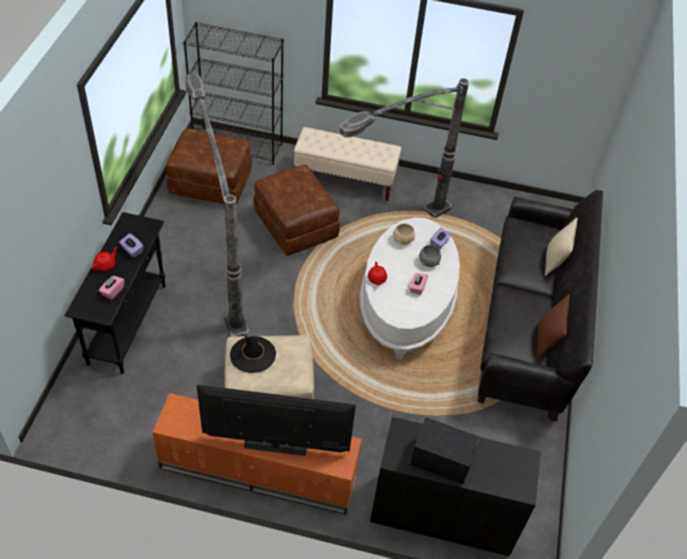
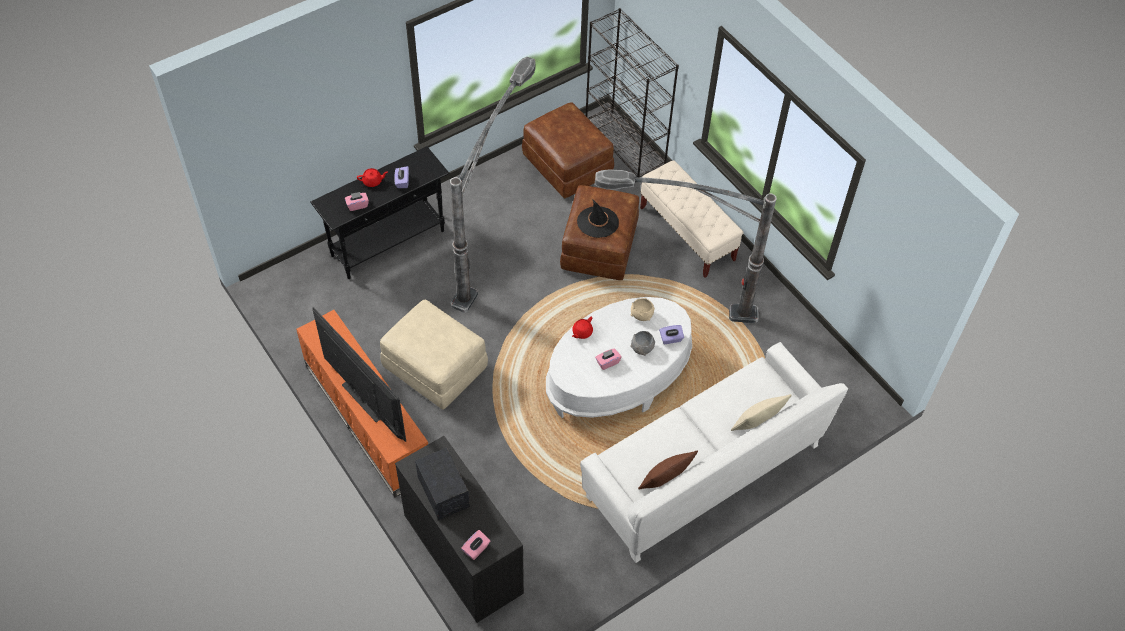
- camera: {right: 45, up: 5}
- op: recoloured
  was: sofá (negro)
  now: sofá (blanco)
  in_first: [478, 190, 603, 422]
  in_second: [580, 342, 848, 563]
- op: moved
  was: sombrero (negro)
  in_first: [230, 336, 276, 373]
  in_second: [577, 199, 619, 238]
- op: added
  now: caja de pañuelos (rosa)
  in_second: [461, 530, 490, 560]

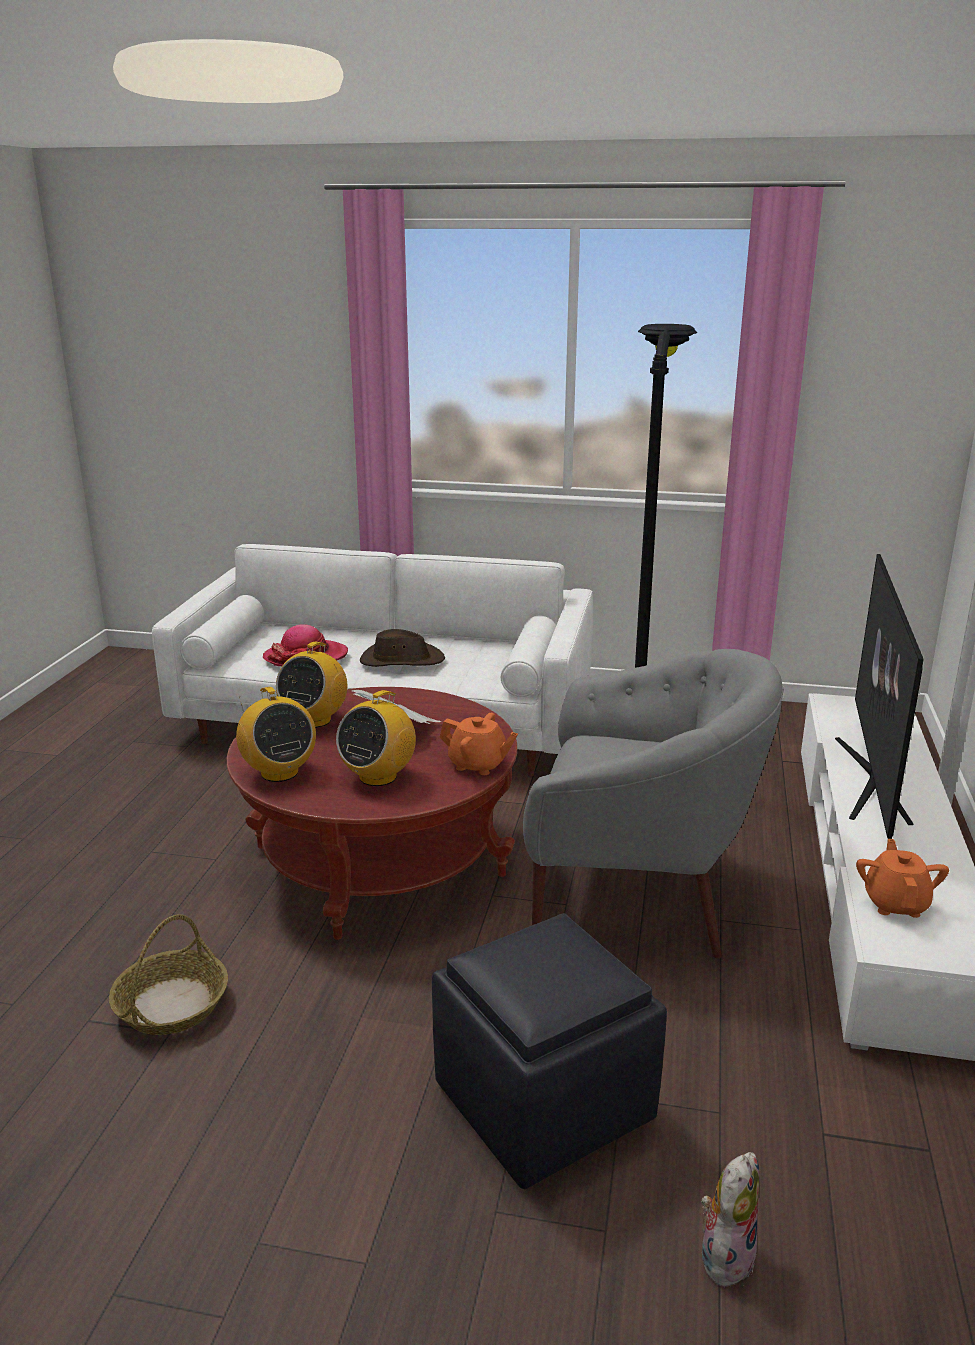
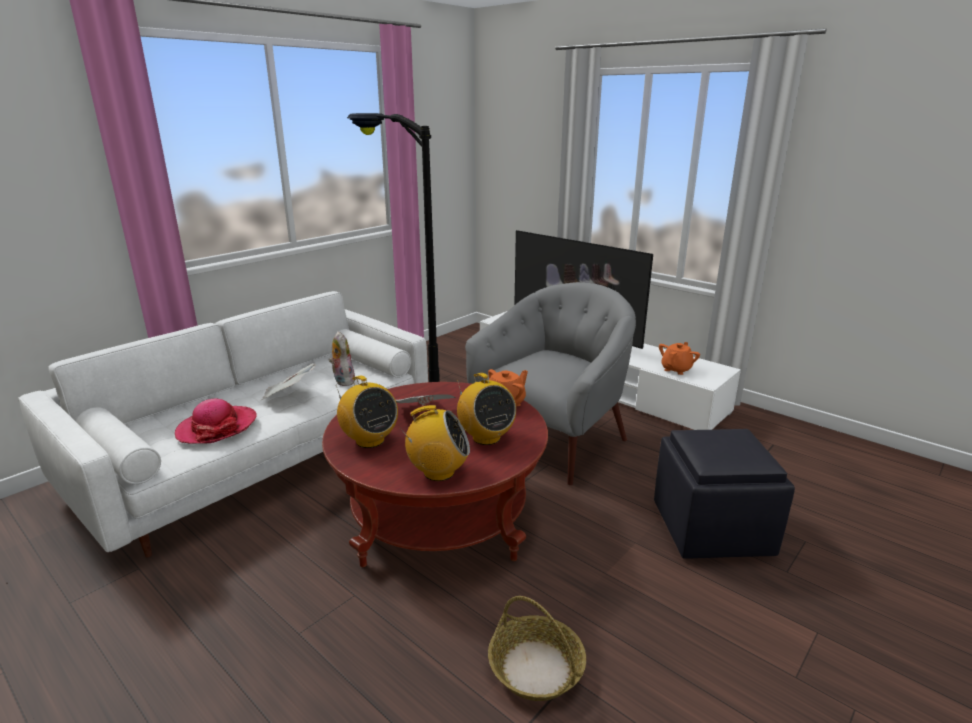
- camera: {right: -60, up: 0}
- op: replaced
  was: sombrero (marrón)
  now: periódico
  in_first: [360, 629, 445, 667]
  in_second: [262, 363, 316, 400]
- op: turned
  was: tetera (naranja)
  in_first: [856, 839, 949, 918]
  in_second: [659, 342, 700, 375]
  clockwise: 90
- op: moved
  was: peluche
  in_first: [701, 1152, 759, 1293]
  in_second: [329, 331, 355, 386]

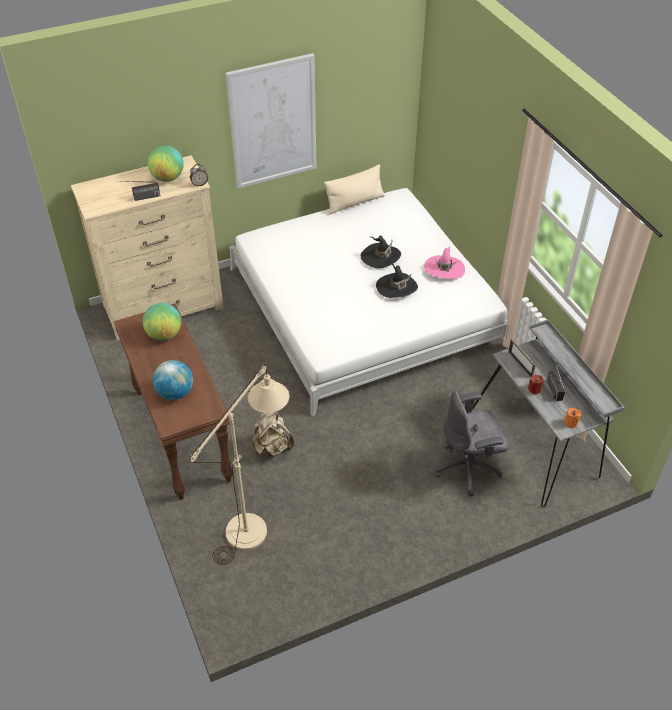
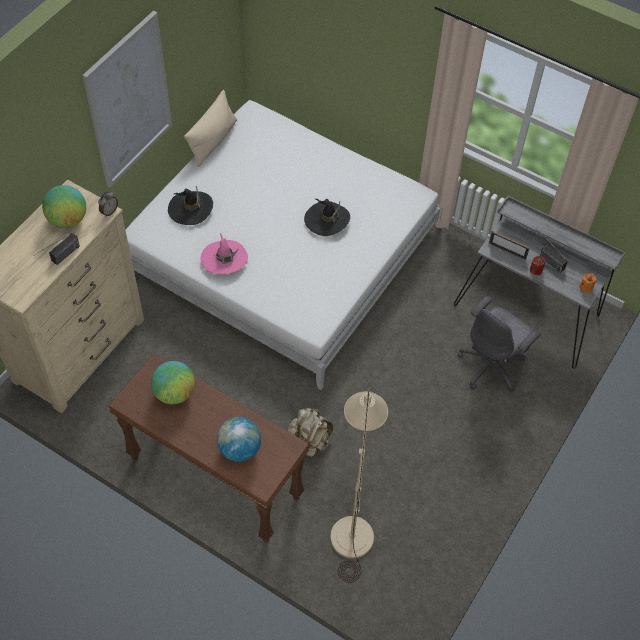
- camera: {right: -35, up: 10}
- op: moved
  was: sombrero (negro)
  in_first: [361, 235, 401, 269]
  in_second: [168, 186, 213, 225]
- op: moved
  was: sombrero (rosa)
  in_first: [424, 245, 465, 279]
  in_second: [201, 233, 248, 274]

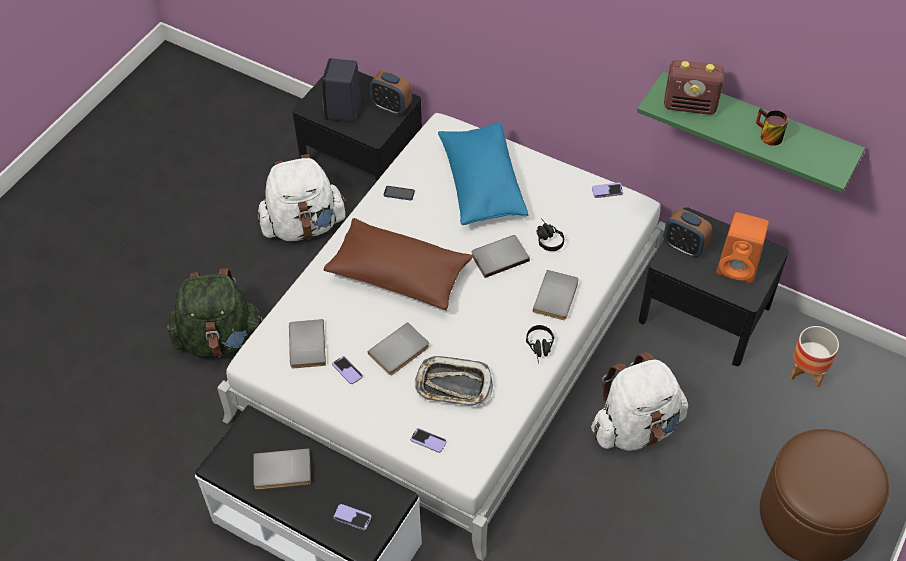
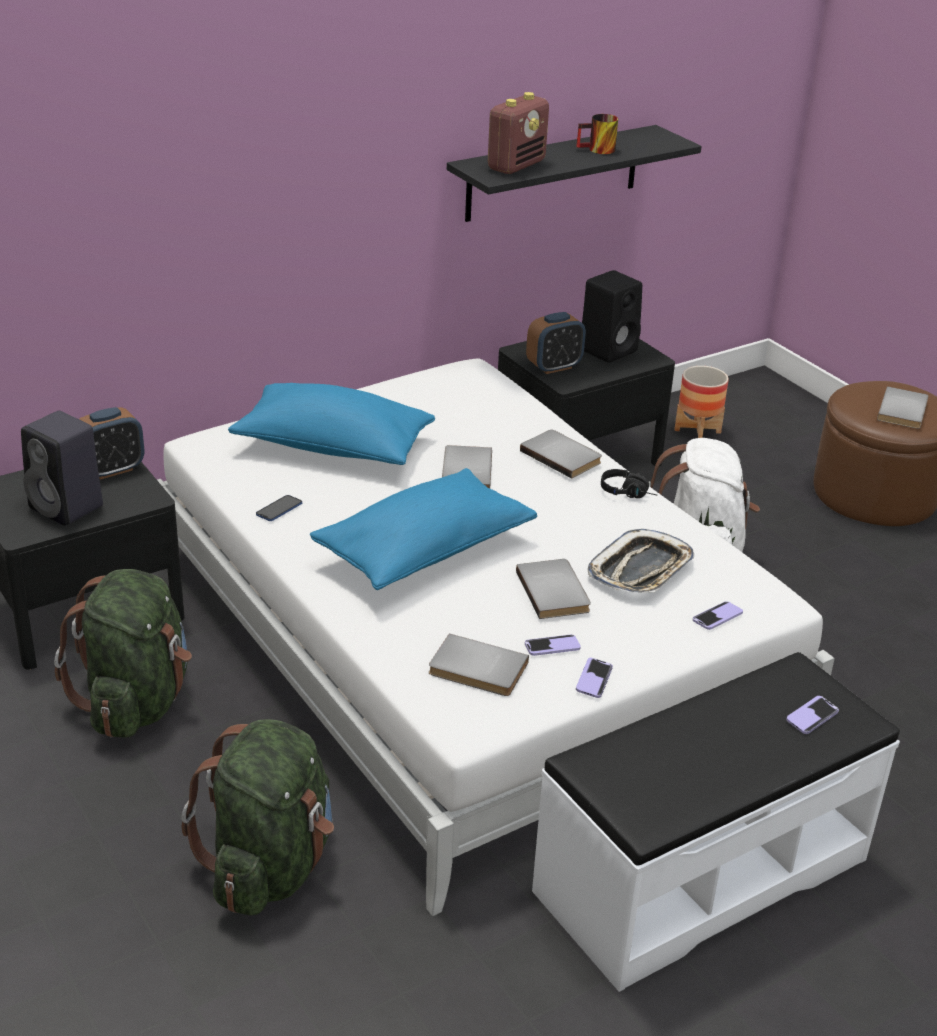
- camera: {right: -65, up: -20}
- op: recoloured
  was: estante (verde)
  now: estante (negro)
  in_first: [637, 71, 865, 193]
  in_second: [447, 125, 702, 222]
- op: recoloured
  was: mochila (blanco)
  now: mochila (verde)
  in_first: [257, 154, 347, 241]
  in_second: [54, 569, 192, 738]
- op: moved
  was: móvil
  in_first: [592, 183, 623, 198]
  in_second: [576, 658, 613, 698]
- op: recoloured
  was: altavoz (naranja)
  now: altavoz (negro)
  in_first: [717, 212, 769, 283]
  in_second: [582, 270, 642, 363]
- op: recoloured
  was: cojín (marrón)
  now: cojín (azul)
  in_first: [323, 218, 473, 310]
  in_second: [310, 468, 537, 590]
- op: removed
  was: auriculares (negro)
  in_first: [537, 218, 564, 251]
- op: moved
  was: libro (gris)
  in_first: [253, 448, 311, 489]
  in_second: [877, 387, 928, 429]

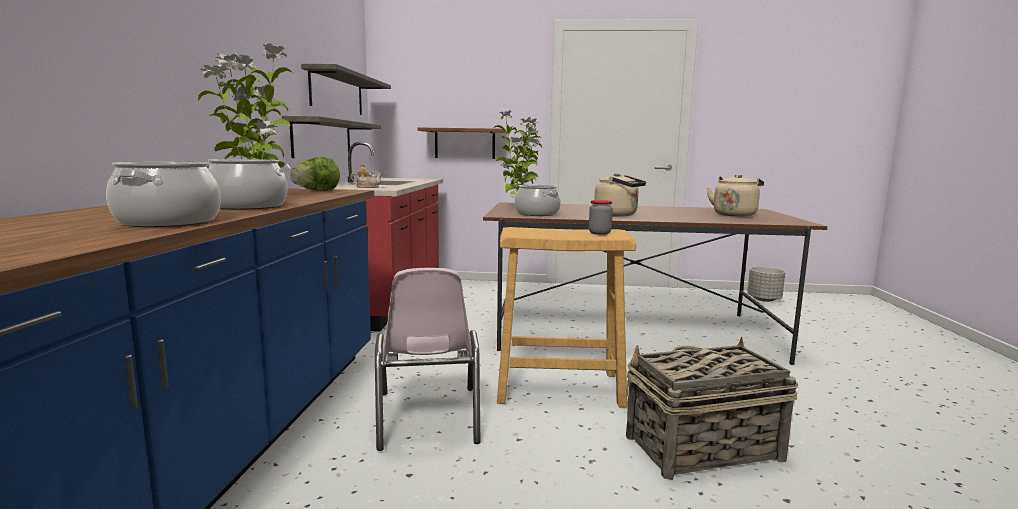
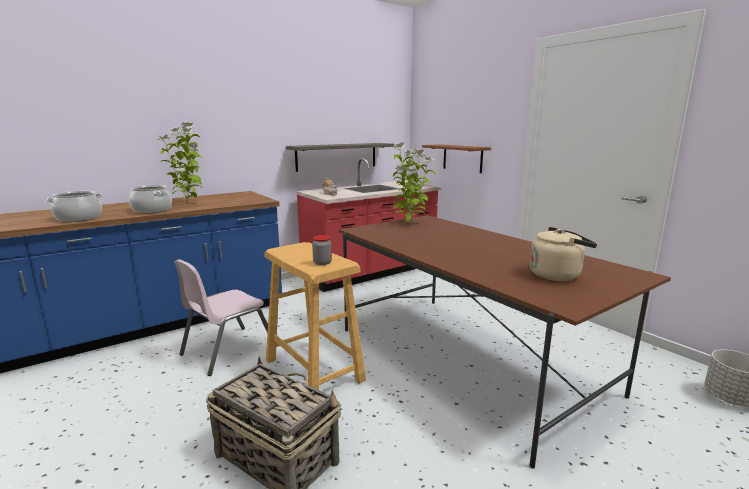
- camera: {right: 50, up: 5}
- op: removed
  was: estante
  in_first: [301, 64, 391, 115]
- op: removed
  was: lechuga
  in_first: [289, 157, 340, 191]
- op: removed
  was: hervidor (beis)
  in_first: [594, 173, 646, 217]
- op: removed
  was: olla
  in_first: [515, 185, 561, 216]

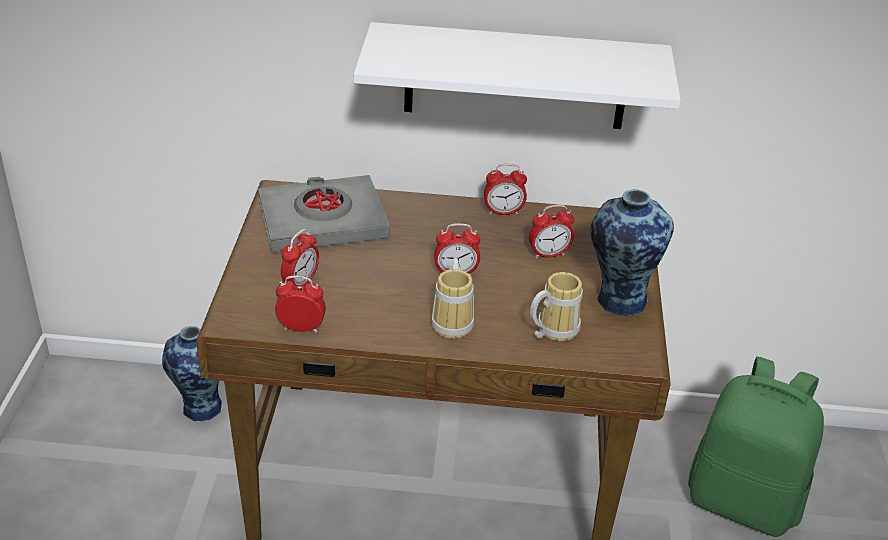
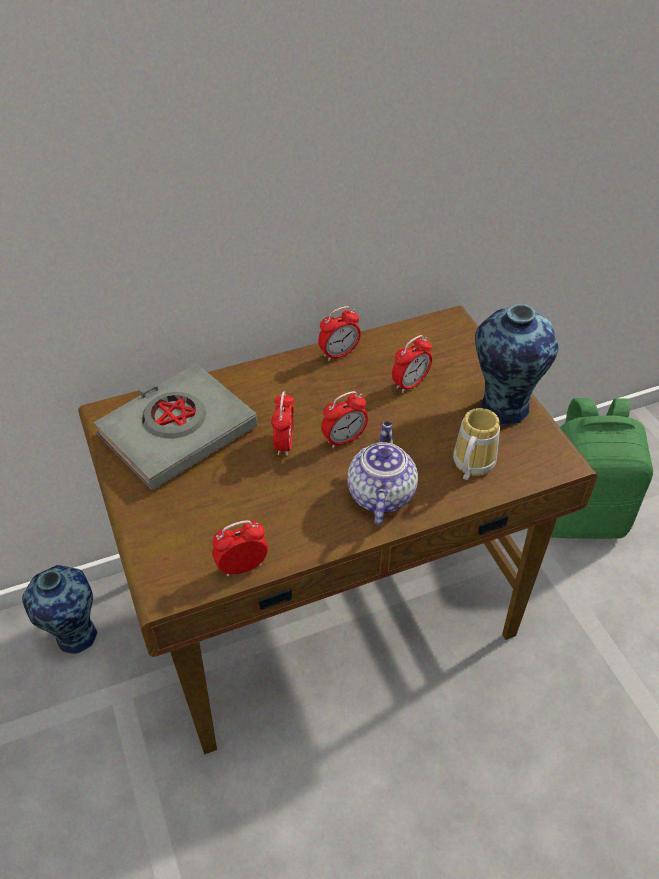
- camera: {right: -25, up: 10}
- op: removed
  was: estante (blanco)
  in_first: [354, 22, 681, 129]
- op: moved
  was: despertador
  in_first: [281, 229, 319, 286]
  in_second: [271, 391, 294, 456]
- op: replaced
  was: taza grande
  now: tetera
  in_first: [431, 258, 474, 339]
  in_second: [347, 421, 418, 525]

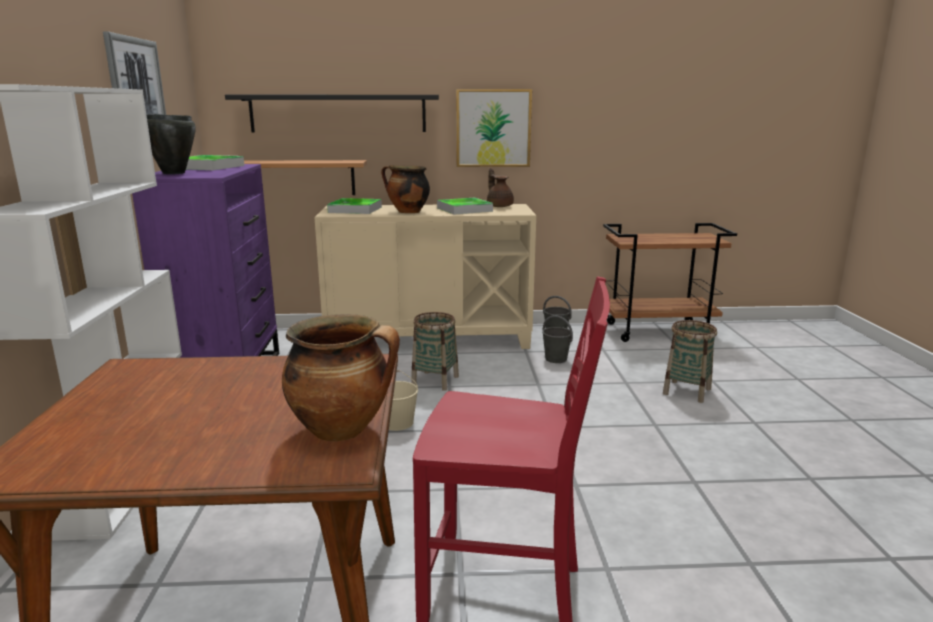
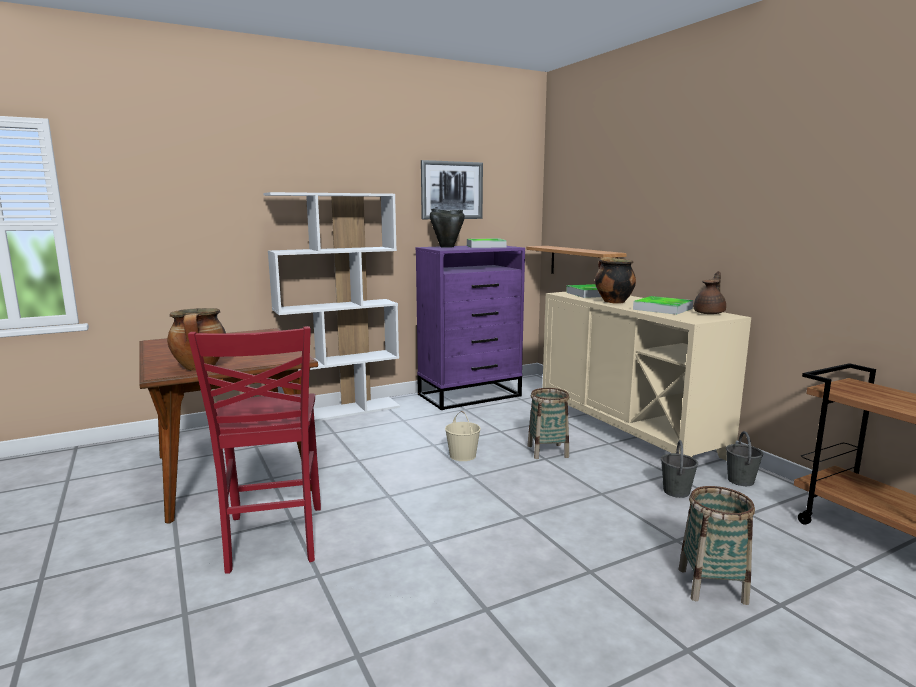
- camera: {right: 65, up: -5}
- op: removed
  was: cuadro
  in_first: [456, 89, 532, 167]
- op: removed
  was: estante (negro)
  in_first: [225, 95, 439, 132]

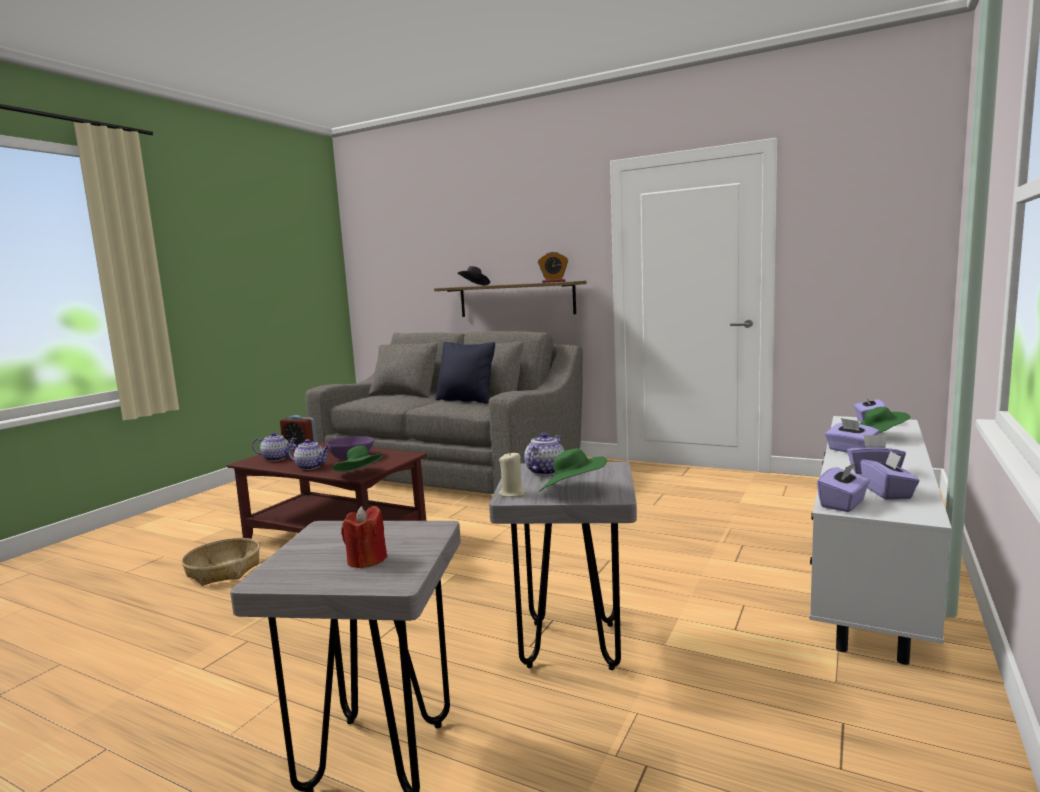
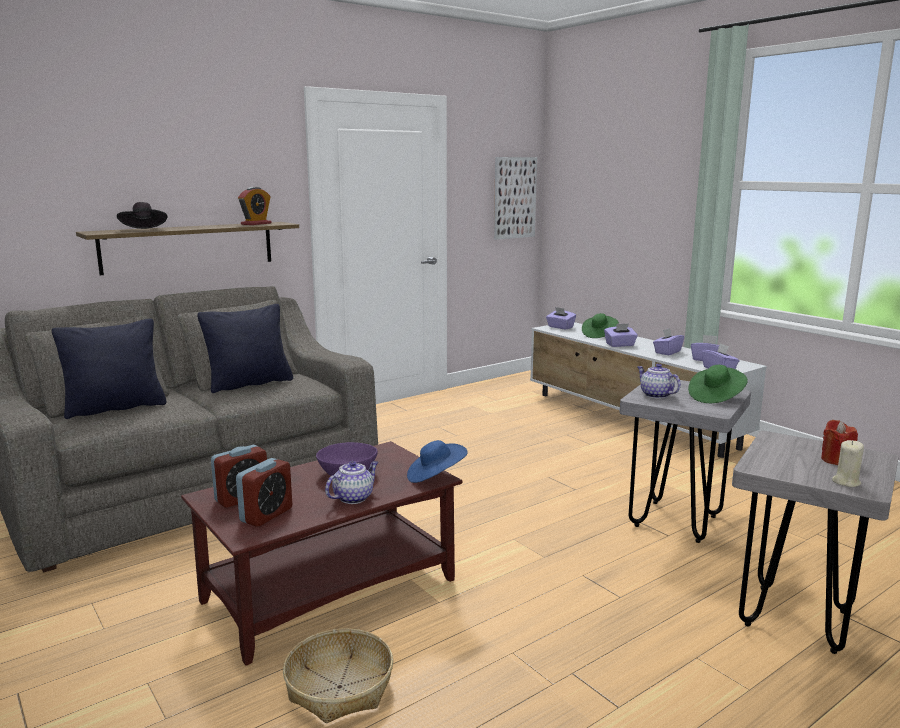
- camera: {right: -65, up: 5}
- op: replaced
  was: tetera
  now: despertador
  in_first: [252, 432, 297, 461]
  in_second: [236, 458, 292, 527]
- op: recoloured
  was: sombrero (verde)
  now: sombrero (azul)
  in_first: [332, 446, 384, 472]
  in_second: [407, 440, 468, 483]
- op: moved
  was: vela (beis)
  in_first: [499, 451, 527, 497]
  in_second: [832, 440, 864, 487]
- op: added
  now: cuadro
  in_second: [494, 157, 537, 240]
- op: added
  now: cojín (negro)
  in_second: [52, 318, 167, 419]

